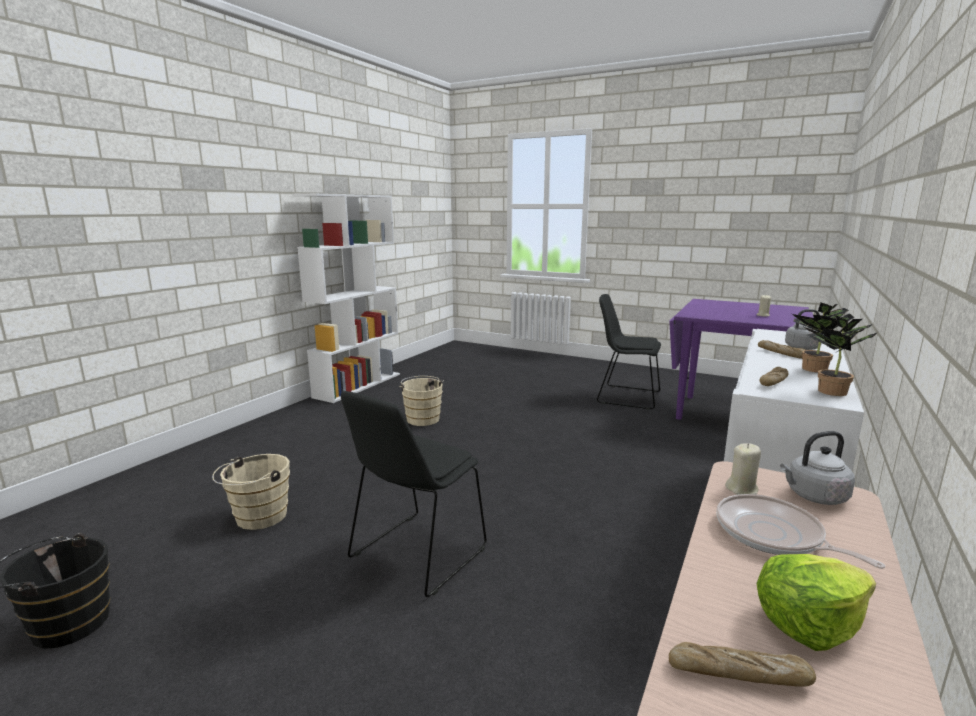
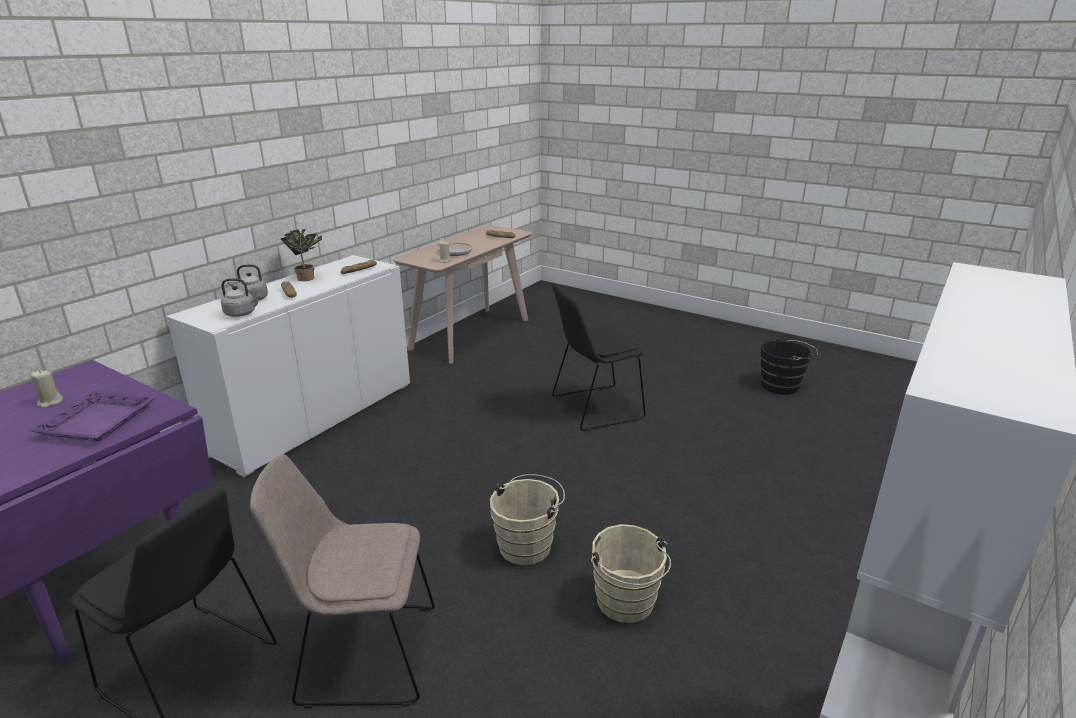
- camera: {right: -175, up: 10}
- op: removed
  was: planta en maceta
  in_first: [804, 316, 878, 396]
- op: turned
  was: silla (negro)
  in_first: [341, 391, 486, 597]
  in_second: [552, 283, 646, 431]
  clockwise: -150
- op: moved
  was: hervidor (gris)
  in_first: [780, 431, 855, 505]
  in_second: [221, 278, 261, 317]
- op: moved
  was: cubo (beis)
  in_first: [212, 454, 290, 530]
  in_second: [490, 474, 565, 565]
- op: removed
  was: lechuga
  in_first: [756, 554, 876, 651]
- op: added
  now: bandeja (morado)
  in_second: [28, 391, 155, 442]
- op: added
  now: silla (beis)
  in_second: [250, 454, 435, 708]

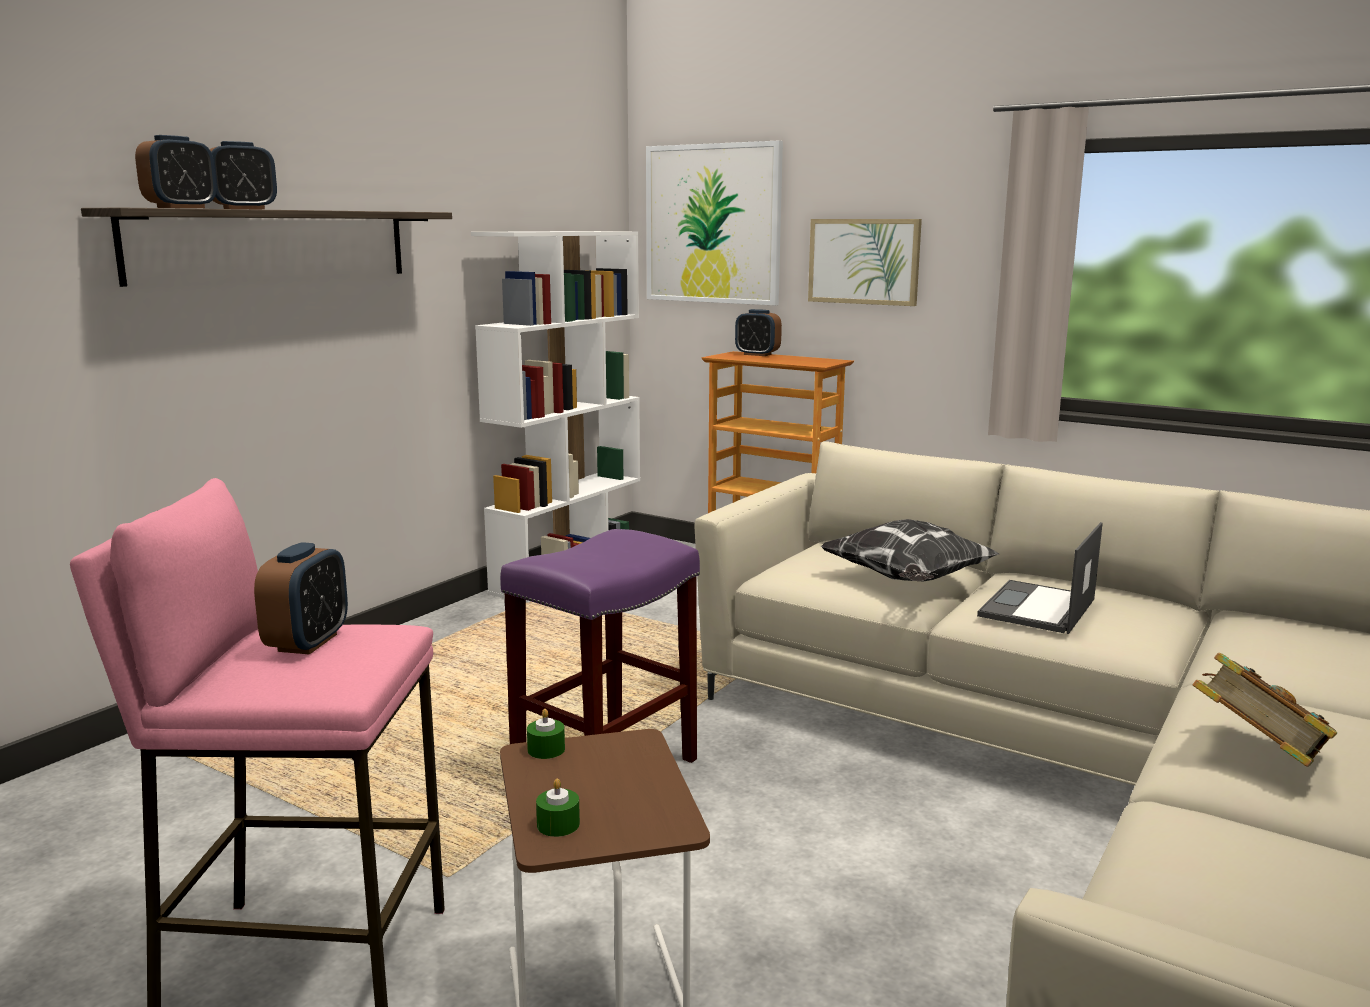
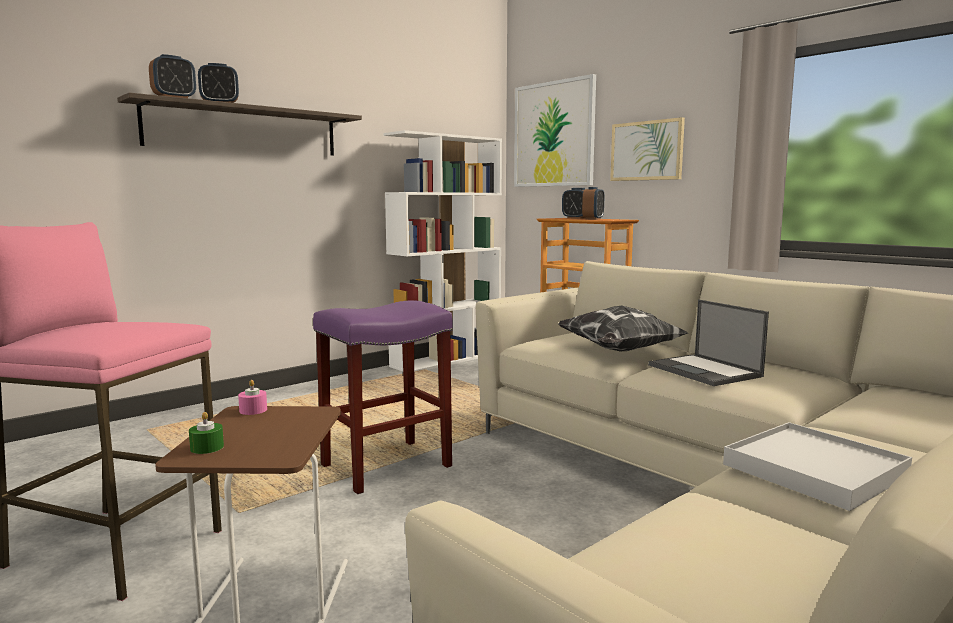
- camera: {right: 15, up: -5}
- op: turned
  was: portátil
  in_first: [977, 522, 1103, 634]
  in_second: [648, 299, 769, 386]
  clockwise: -75
- op: moved
  was: despertador
  in_first: [254, 542, 348, 655]
  in_second: [582, 187, 604, 220]
- op: replaced
  was: libro
  now: bandeja (blanco)
  in_first: [1192, 653, 1337, 767]
  in_second: [723, 422, 912, 511]
- op: recoloured
  was: vela (verde)
  now: vela (rosa)
  in_first: [527, 709, 565, 759]
  in_second: [238, 380, 267, 415]

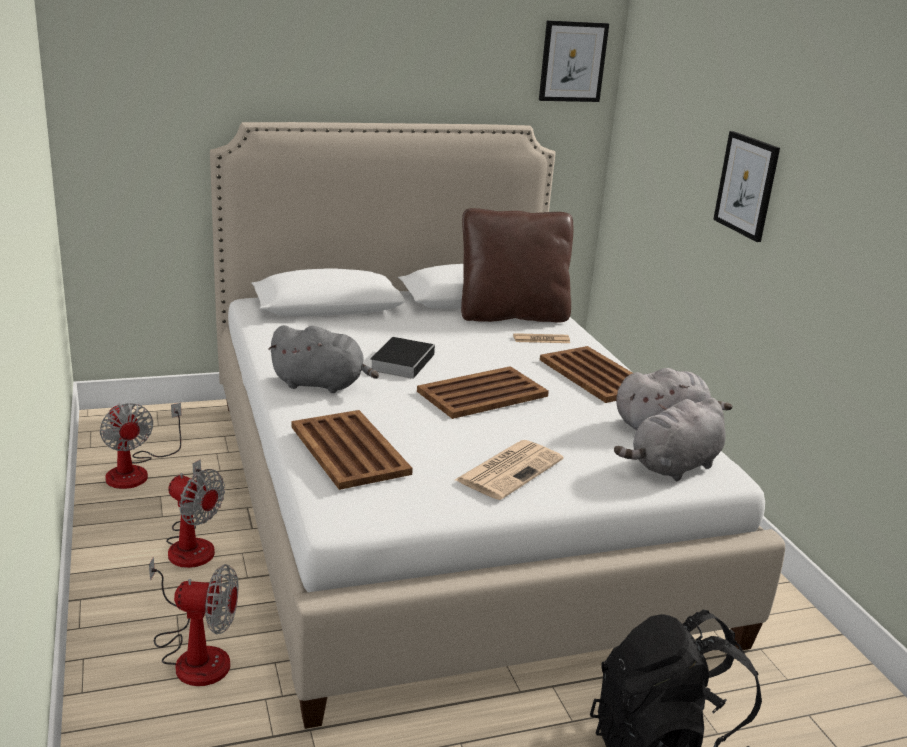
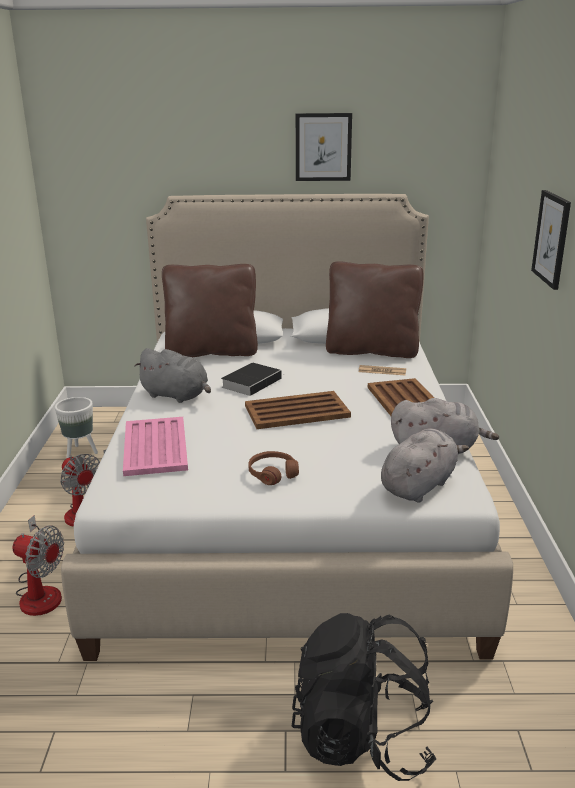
- camera: {right: 20, up: 0}
- op: moved
  was: cuadro
  in_first: [539, 20, 609, 102]
  in_second: [296, 113, 352, 181]
- op: turned
  was: peluche (gris)
  in_first: [614, 397, 726, 481]
  in_second: [381, 428, 469, 502]
  clockwise: 150
- op: replaced
  was: ventilador
  now: maceta (blanco)
  in_first: [100, 403, 182, 489]
  in_second: [55, 397, 98, 458]
- op: recoloured
  was: bandeja (marrón)
  now: bandeja (rosa)
  in_first: [292, 410, 413, 490]
  in_second: [123, 417, 188, 476]
- op: replaced
  was: periódico
  now: auriculares (marrón)
  in_first: [455, 440, 563, 500]
  in_second: [248, 451, 299, 485]
- op: added
  now: cojín (marrón)
  in_second: [162, 264, 258, 357]

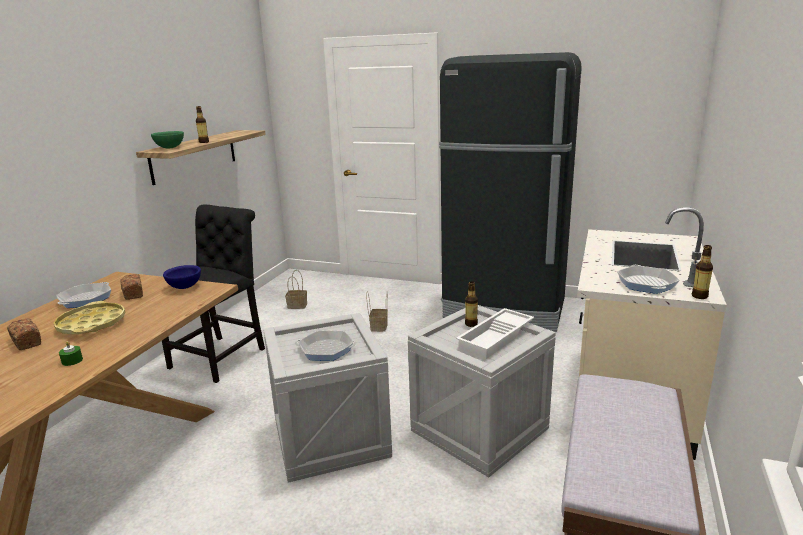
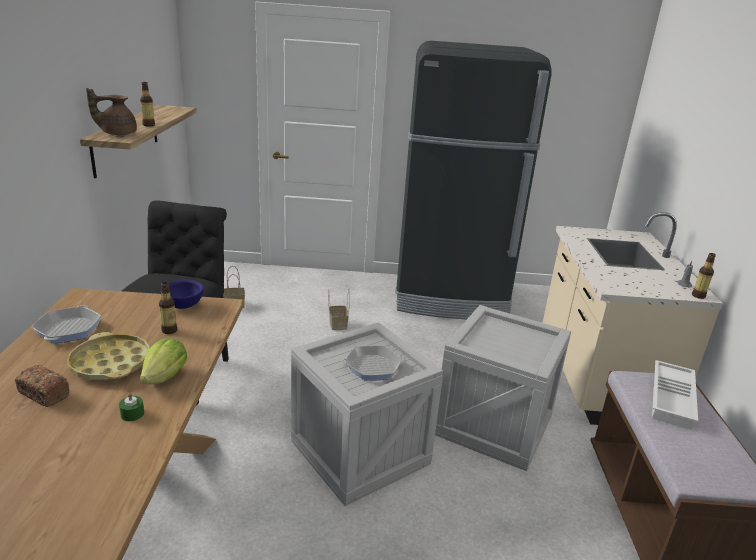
- camera: {right: -20, up: 5}
- op: replaced
  was: cuenco (verde)
  now: tetera (marrón)
  in_first: [151, 131, 184, 149]
  in_second: [86, 88, 137, 135]
- op: removed
  was: sartén
  in_first: [617, 265, 680, 294]
- op: removed
  was: pan
  in_first: [120, 274, 143, 300]
- op: moved
  was: botella
  in_first: [465, 281, 478, 327]
  in_second: [159, 282, 177, 334]
- op: moved
  was: bandeja (blanco)
  in_first: [456, 308, 534, 359]
  in_second: [652, 360, 698, 430]
- op: added
  now: lechuga
  in_second: [140, 338, 187, 384]

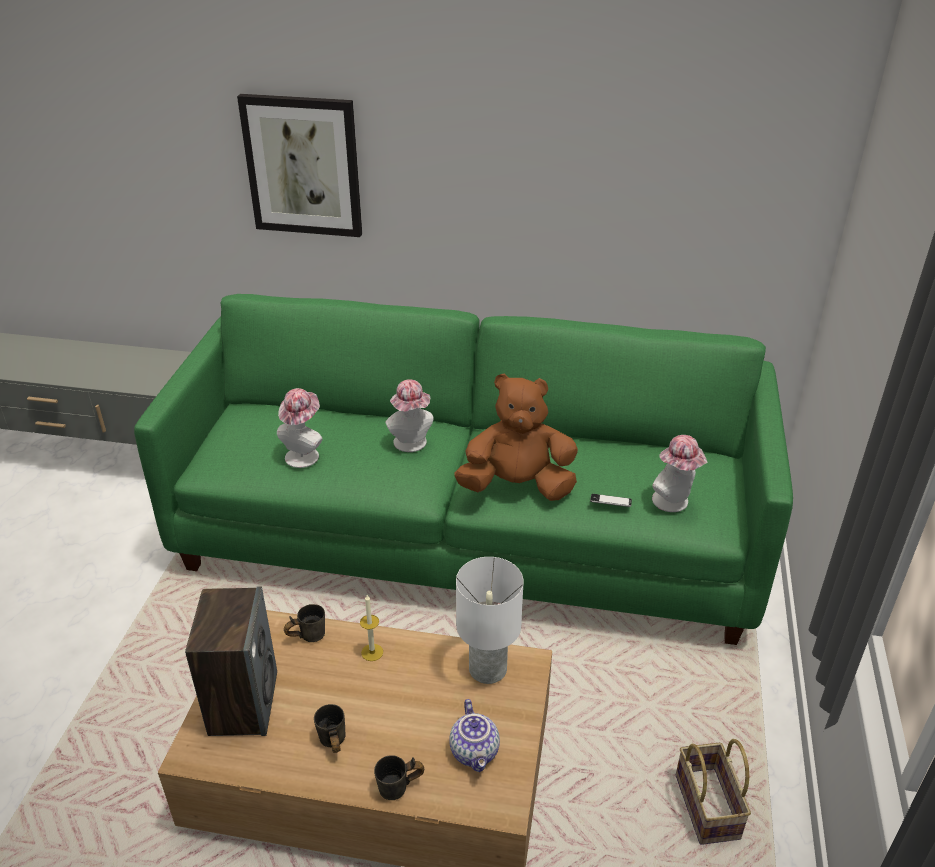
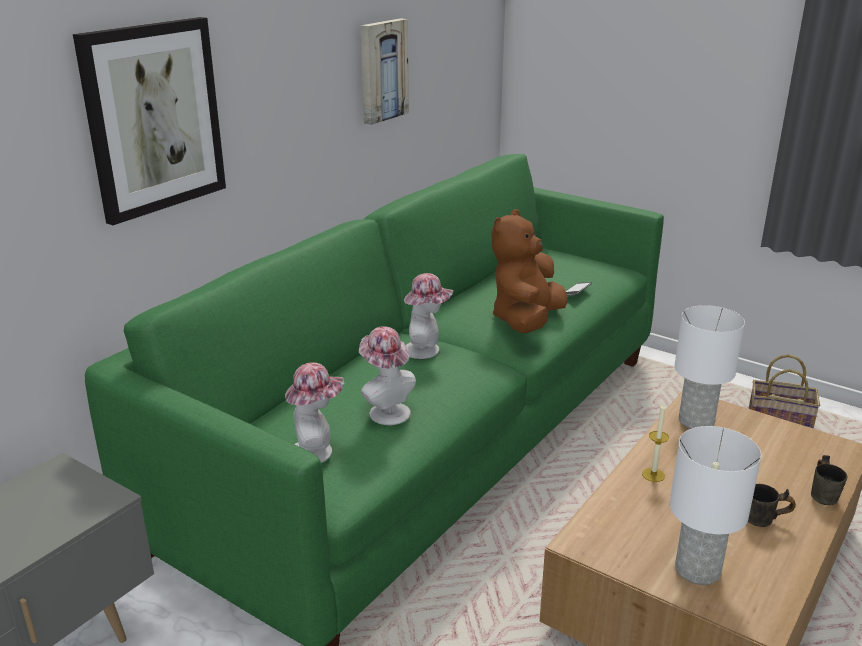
- camera: {right: -65, up: -10}
- op: moved
  was: sombrero
  in_first: [652, 435, 707, 512]
  in_second: [285, 363, 344, 463]
- op: replaced
  was: altavoz
  now: lámpara de mesa (blanco)
  in_first: [185, 586, 277, 736]
  in_second: [670, 426, 761, 585]
- op: removed
  was: taza grande (gris)
  in_first: [284, 604, 325, 642]
- op: removed
  was: tetera
  in_first: [449, 699, 500, 772]
- op: added
  now: cuadro
  in_second: [361, 18, 409, 125]

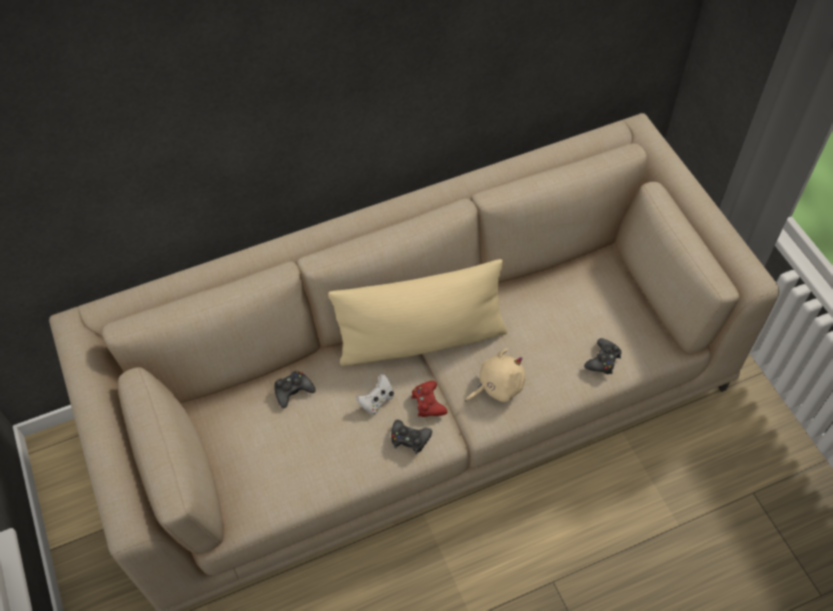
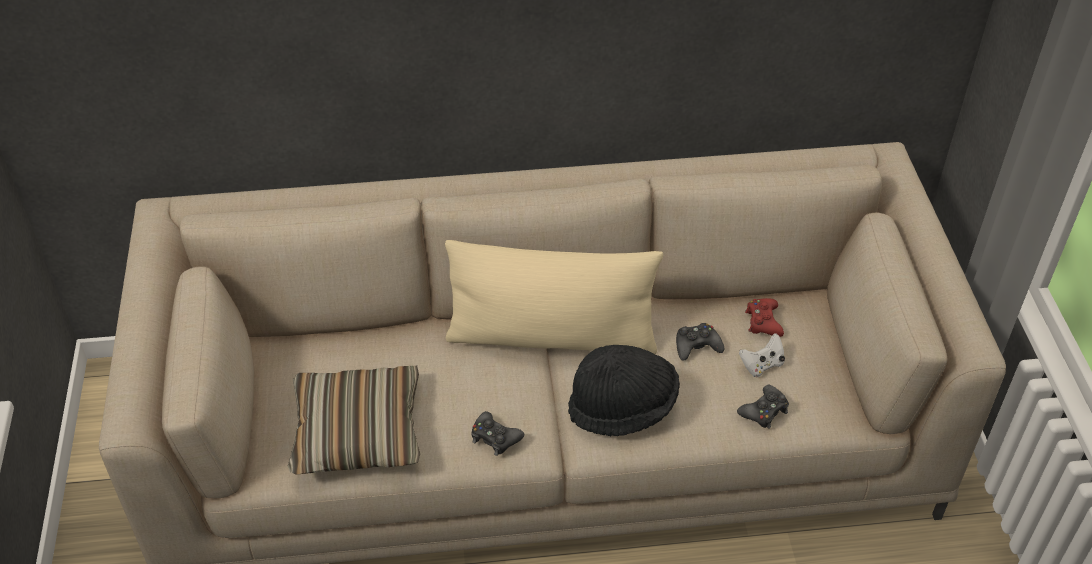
- camera: {right: 15, up: -10}
- op: replaced
  was: peluche (beis)
  now: sombrero (negro)
  in_first: [465, 348, 526, 402]
  in_second: [568, 345, 680, 436]
- op: moved
  was: mando de consola (negro)
  in_first: [275, 371, 316, 408]
  in_second: [676, 323, 724, 361]
- op: moved
  was: mando de consola (blanco)
  in_first: [356, 374, 394, 415]
  in_second: [739, 333, 785, 377]
- op: moved
  was: mando de consola (rojo)
  in_first: [411, 381, 447, 417]
  in_second: [745, 298, 784, 337]
- op: added
  now: cojín
  in_second: [288, 366, 420, 475]

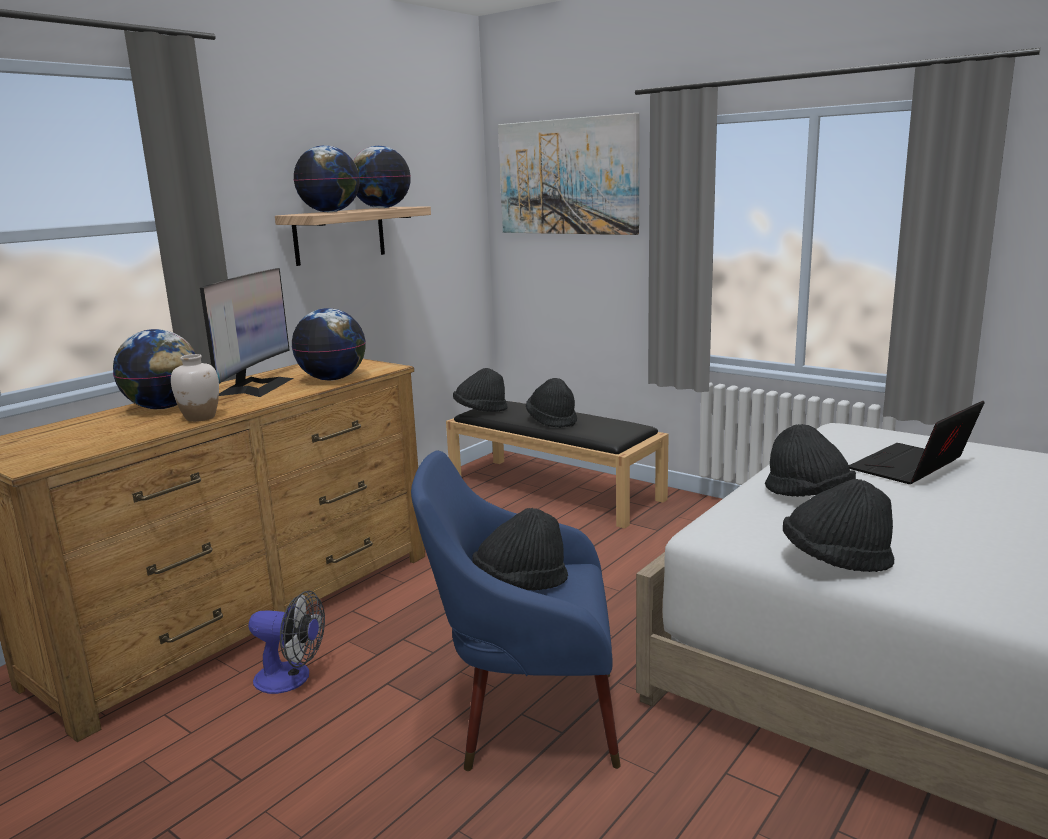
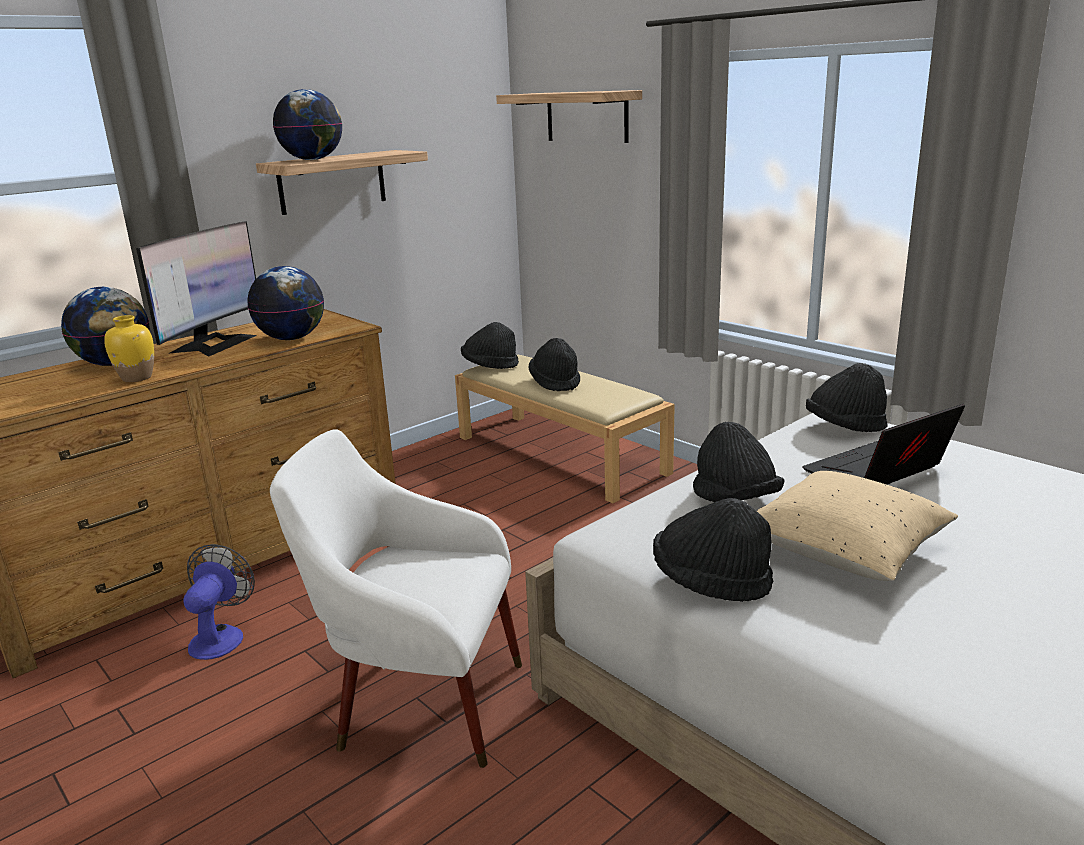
- camera: {right: 10, up: 5}
- op: replaced
  was: cuadro
  now: estante
  in_first: [498, 113, 640, 235]
  in_second: [496, 90, 642, 143]
- op: removed
  was: globo terráqueo
  in_first: [353, 146, 411, 208]
- op: recoloured
  was: florero (blanco)
  now: florero (amarillo)
  in_first: [171, 354, 219, 422]
  in_second: [104, 315, 154, 382]
- op: recoloured
  was: banco (negro)
  now: banco (beis)
  in_first: [446, 401, 669, 529]
  in_second: [455, 355, 675, 503]
- op: recoloured
  was: sillón (azul)
  now: sillón (blanco)
  in_first: [411, 451, 621, 771]
  in_second: [270, 429, 522, 768]
- op: moved
  was: sombrero (negro)
  in_first: [472, 508, 568, 591]
  in_second: [806, 363, 888, 432]
- op: turned
  was: ventilador
  in_first: [249, 591, 325, 694]
  in_second: [183, 544, 255, 660]
  clockwise: -105
- op: added
  now: cojín (beis)
  in_second: [757, 471, 958, 581]

